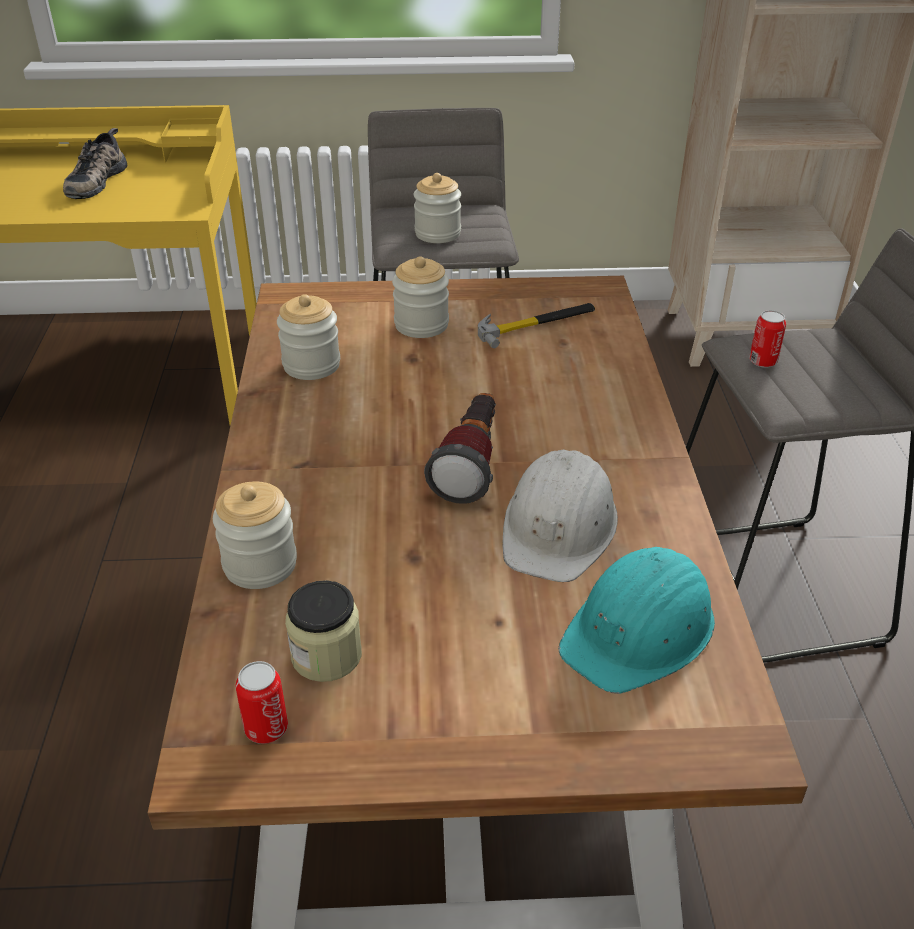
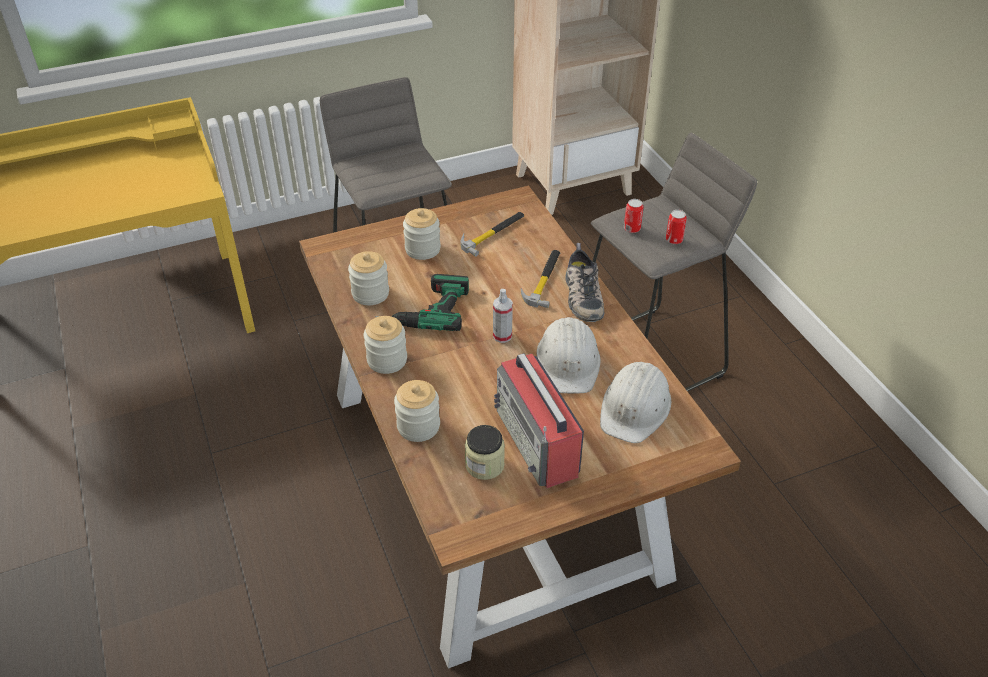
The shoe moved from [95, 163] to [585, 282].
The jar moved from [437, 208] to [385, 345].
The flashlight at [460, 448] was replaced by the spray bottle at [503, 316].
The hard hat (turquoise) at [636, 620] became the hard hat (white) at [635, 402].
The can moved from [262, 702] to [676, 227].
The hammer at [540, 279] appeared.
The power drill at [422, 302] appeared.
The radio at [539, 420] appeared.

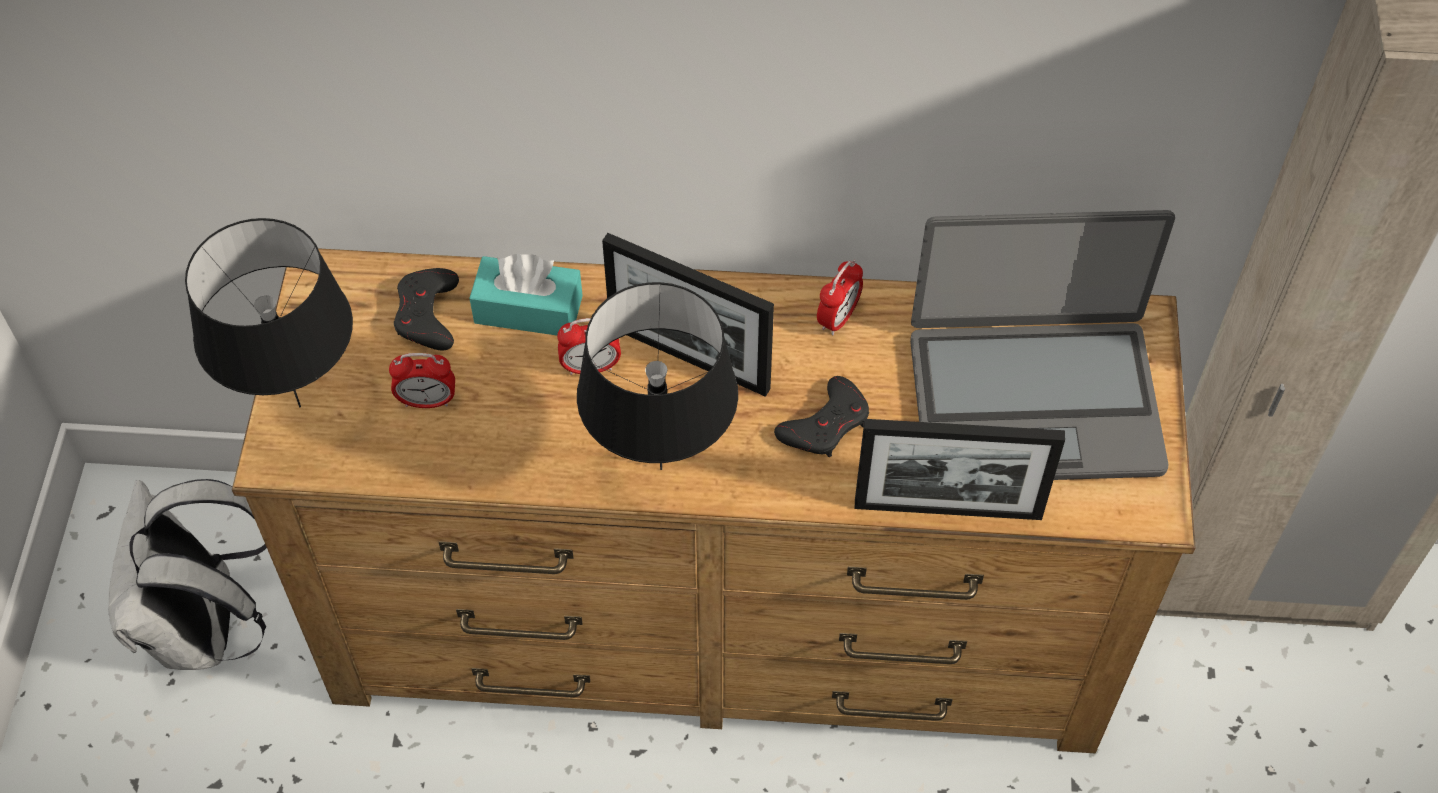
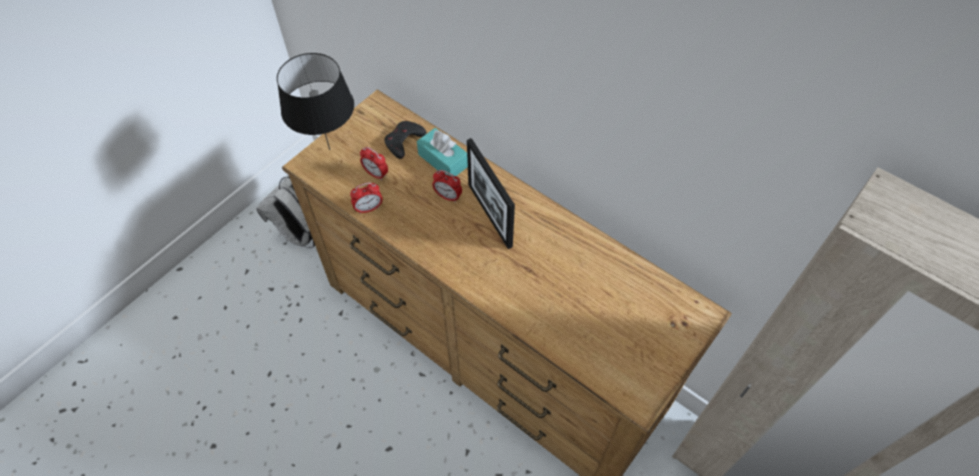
The laptop at [1042, 345] disappeared.
The alarm clock moved from [840, 297] to [366, 198].
The table lamp (black) at [657, 376] disappeared.
The game controller (black) at [821, 416] disappeared.
The picture frame at [960, 469] disappeared.

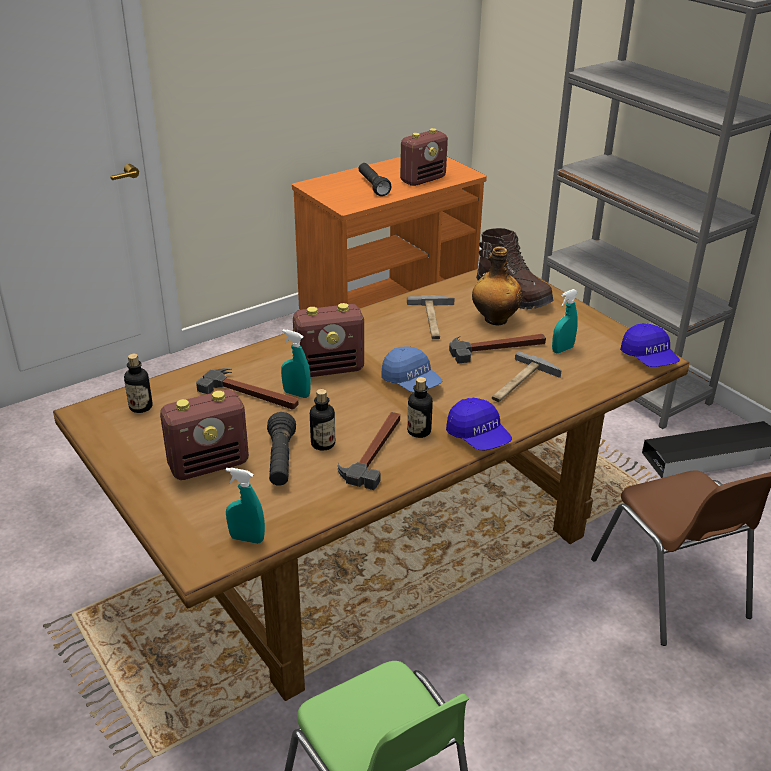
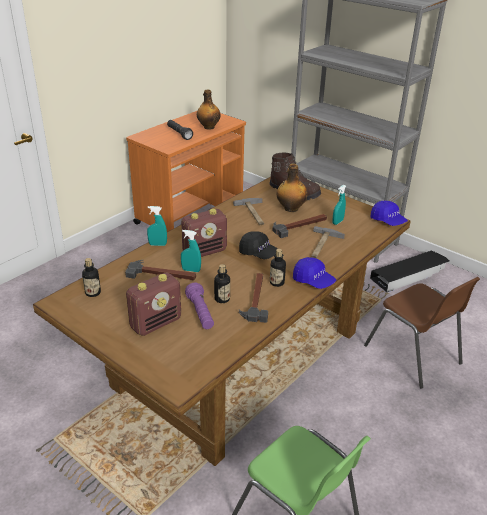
The radio at [424, 157] was replaced by the bottle at [209, 110].
The cap (blue) at [411, 369] became the cap (black) at [258, 245].
The flashlight (black) at [281, 449] became the flashlight (purple) at [199, 305].
The spray bottle (turquoise) moved from [245, 506] to [157, 226].

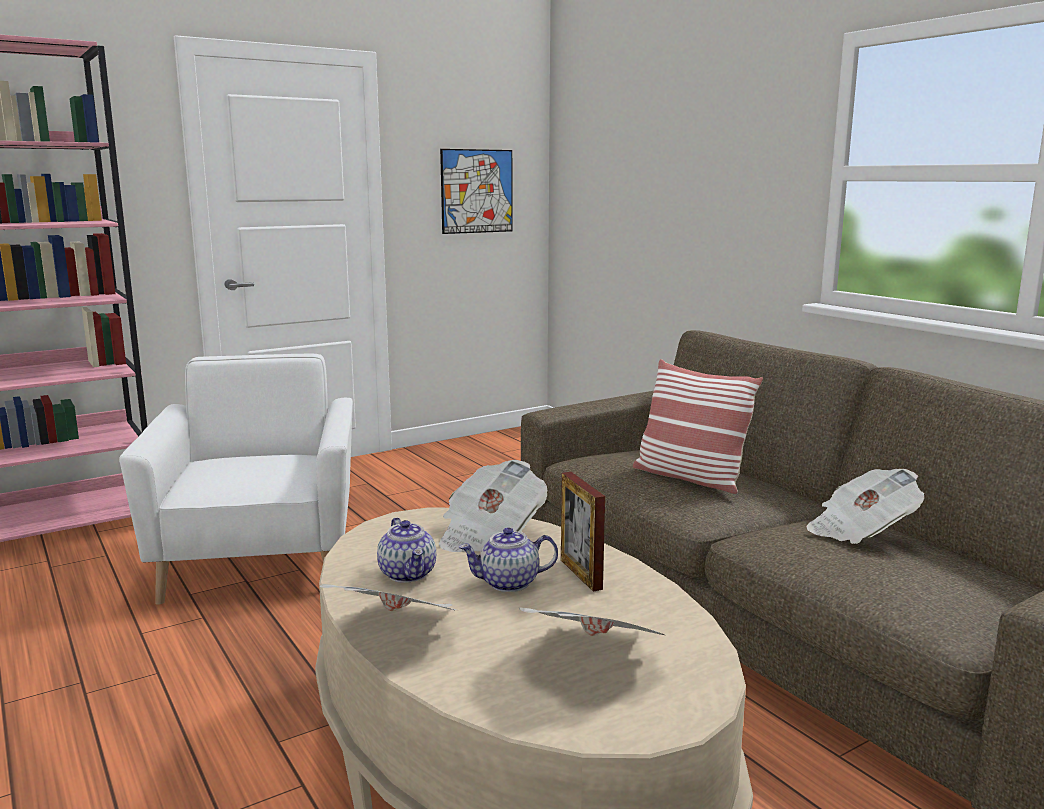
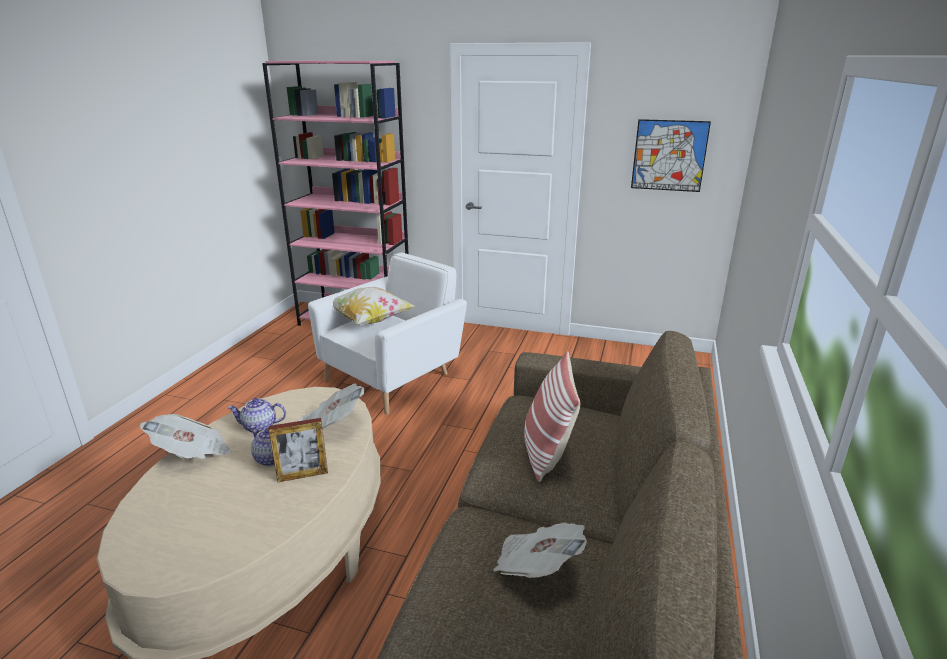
The picture frame at [583, 532] turned 135 degrees counterclockwise.
The teapot at [406, 550] turned 60 degrees clockwise.
The newspaper at [592, 621] disappeared.
The pillow at [374, 306] appeared.

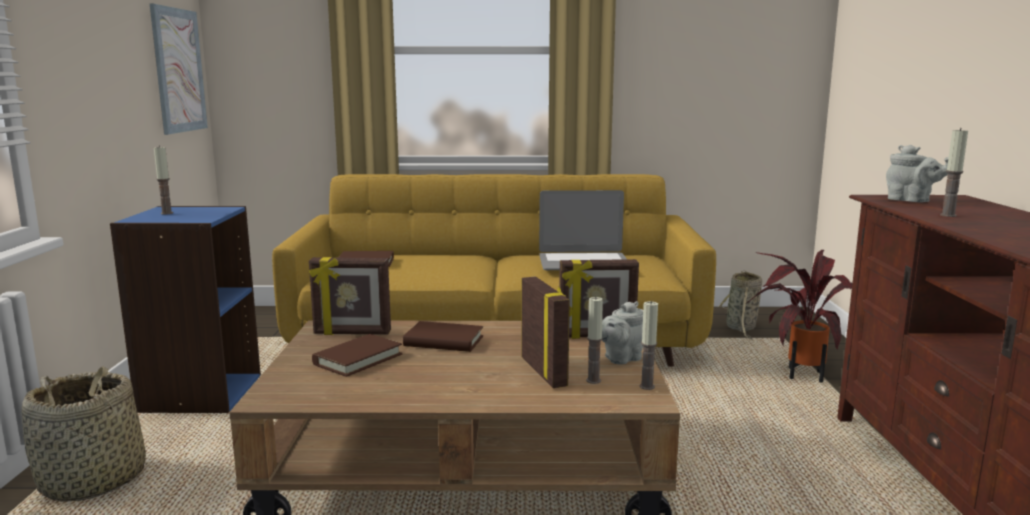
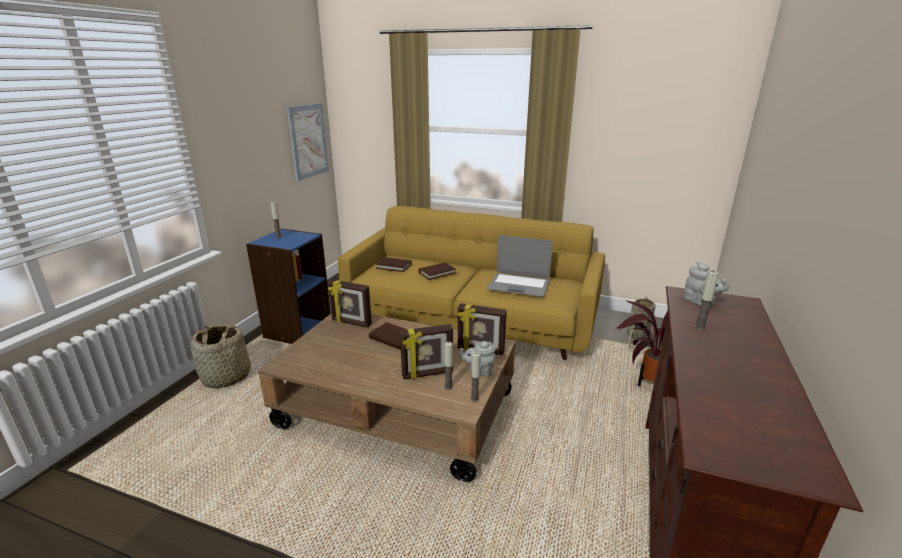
The picture frame at [547, 332] turned 75 degrees clockwise.
The book (brown) moved from [357, 355] to [437, 271].

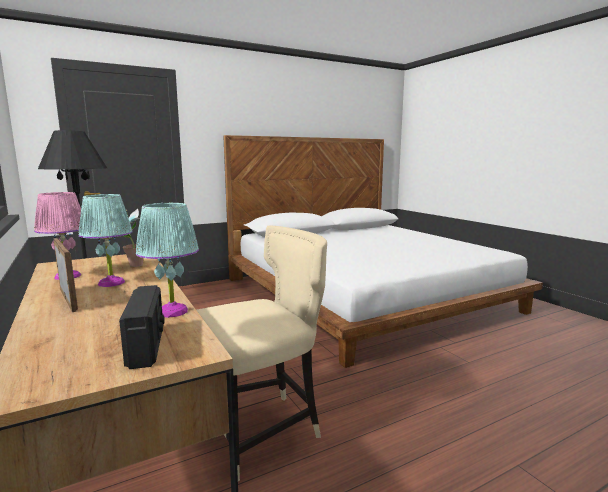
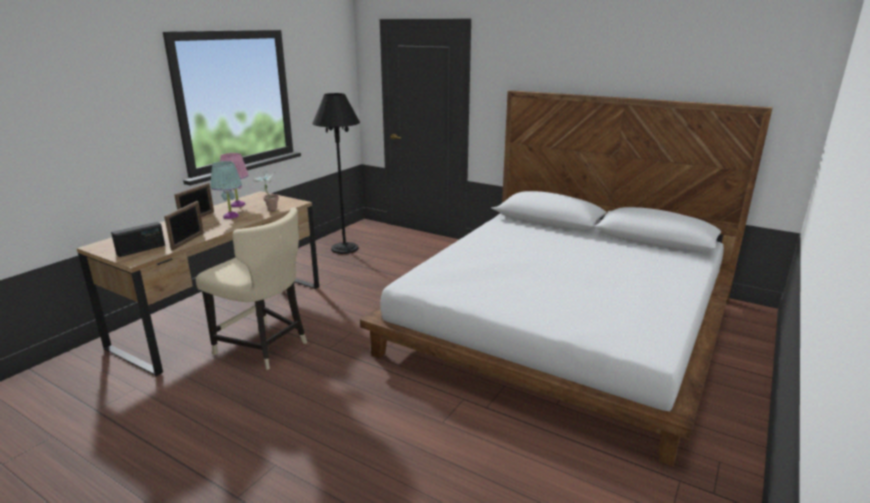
The table lamp (turquoise) at [167, 260] was replaced by the picture frame at [184, 225].

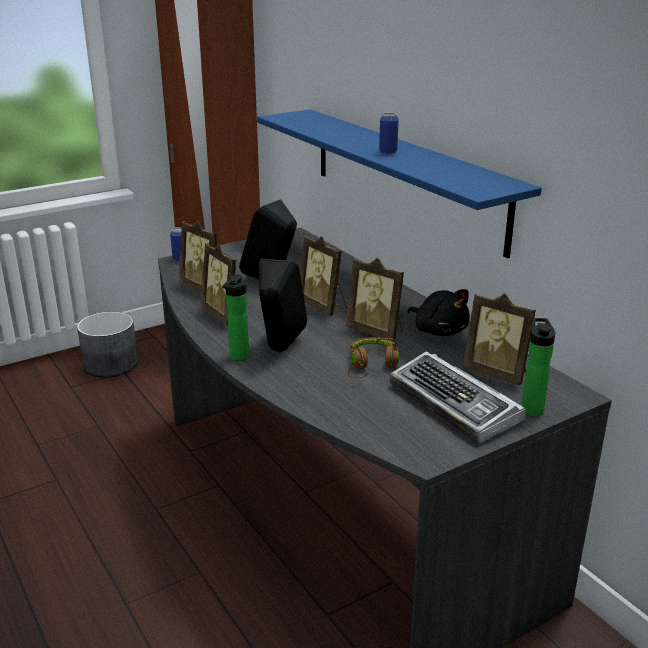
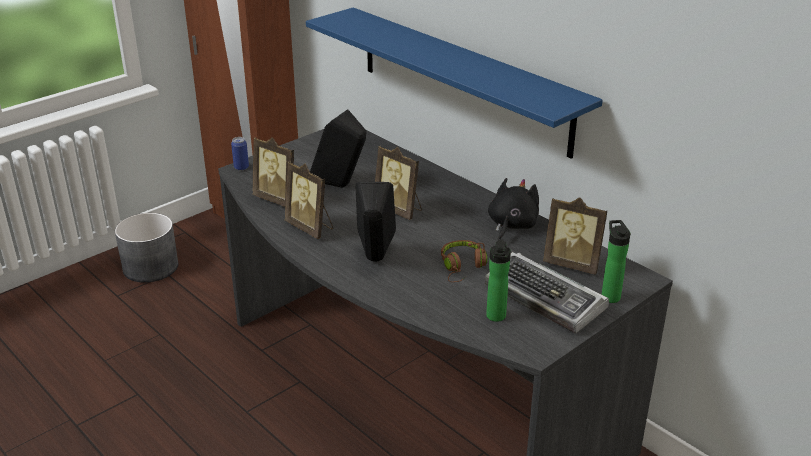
The can at [389, 133] disappeared.
The picture frame at [375, 300] disappeared.
The bottle moved from [235, 317] to [498, 280].
The plush toy (black) at [438, 312] turned 105 degrees counterclockwise.

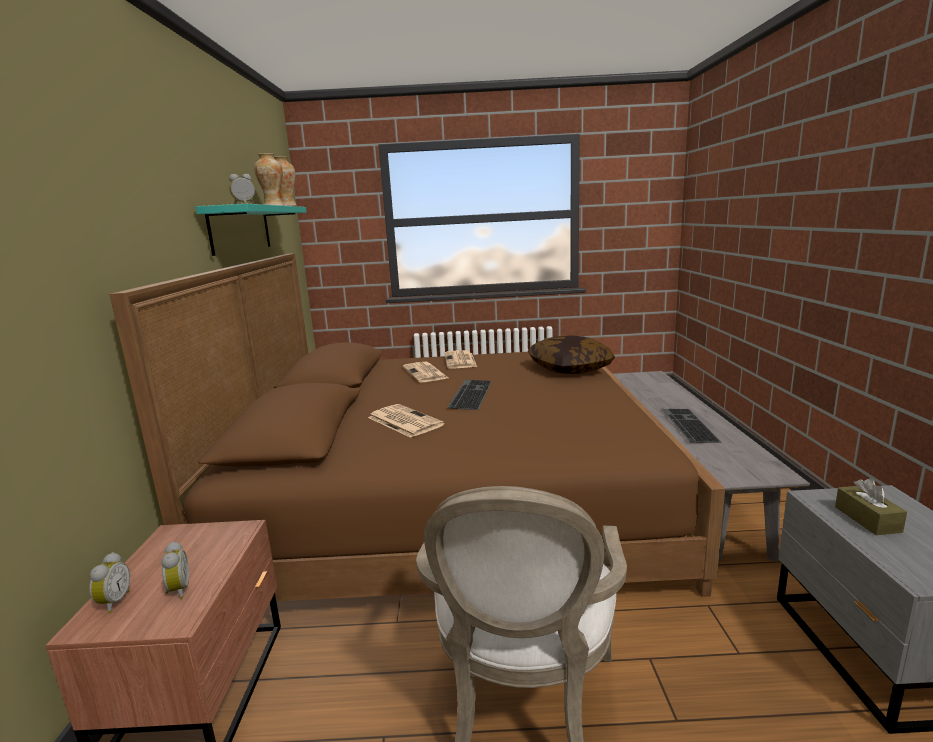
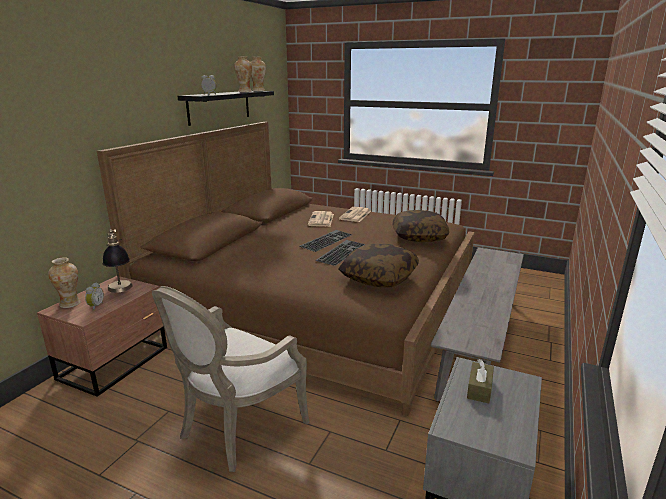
The shelf (turquoise) at [251, 230] became the shelf (black) at [225, 108].
The newspaper at [406, 421] disappeared.
The keyboard moved from [691, 426] to [340, 253].
The alarm clock at [109, 583] was replaced by the vase at [64, 282].
The table lamp at [118, 261] appeared.
The pillow at [379, 265] appeared.

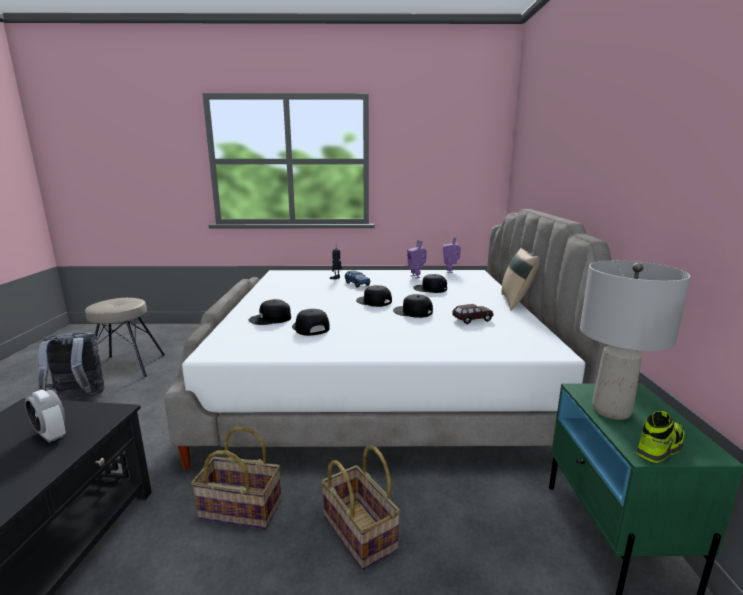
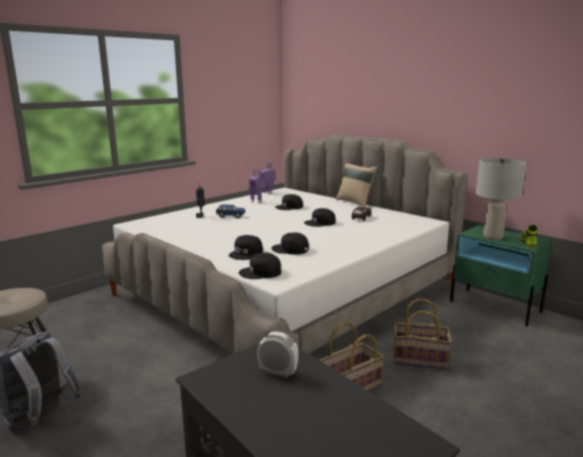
The cap (black) moved from [374, 296] to [260, 266].
The alarm clock at [45, 416] turned 150 degrees counterclockwise.

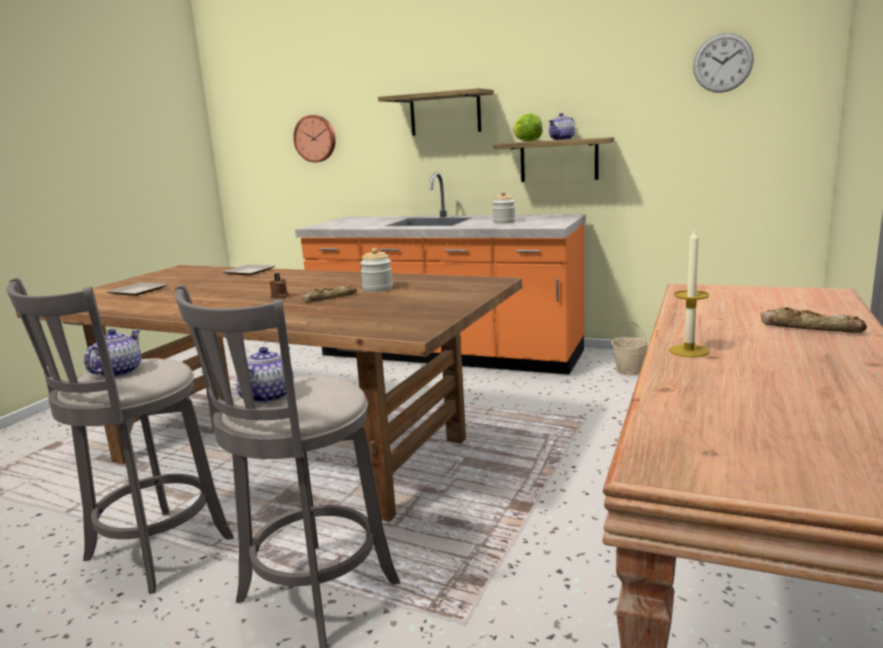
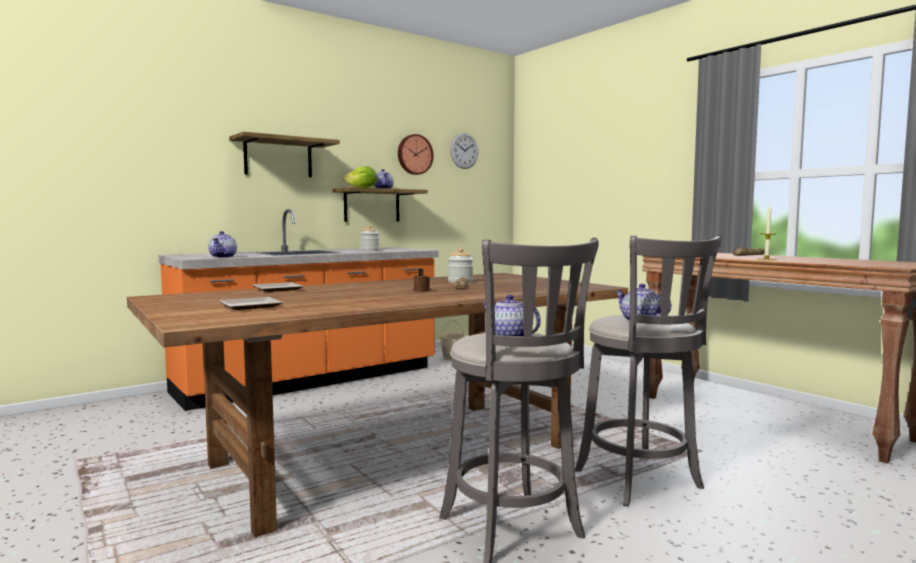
The wall clock moved from [314, 138] to [416, 154].
The teapot at [222, 244] appeared.

